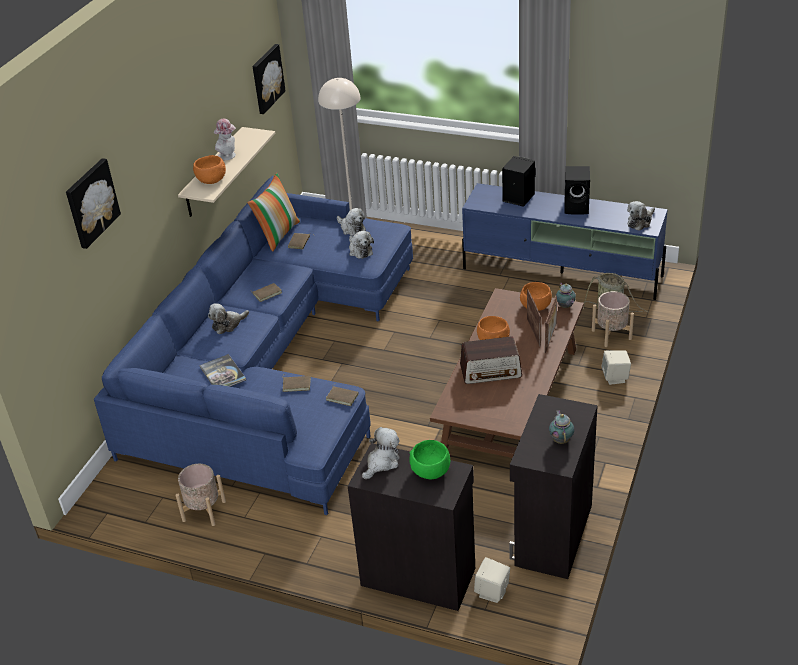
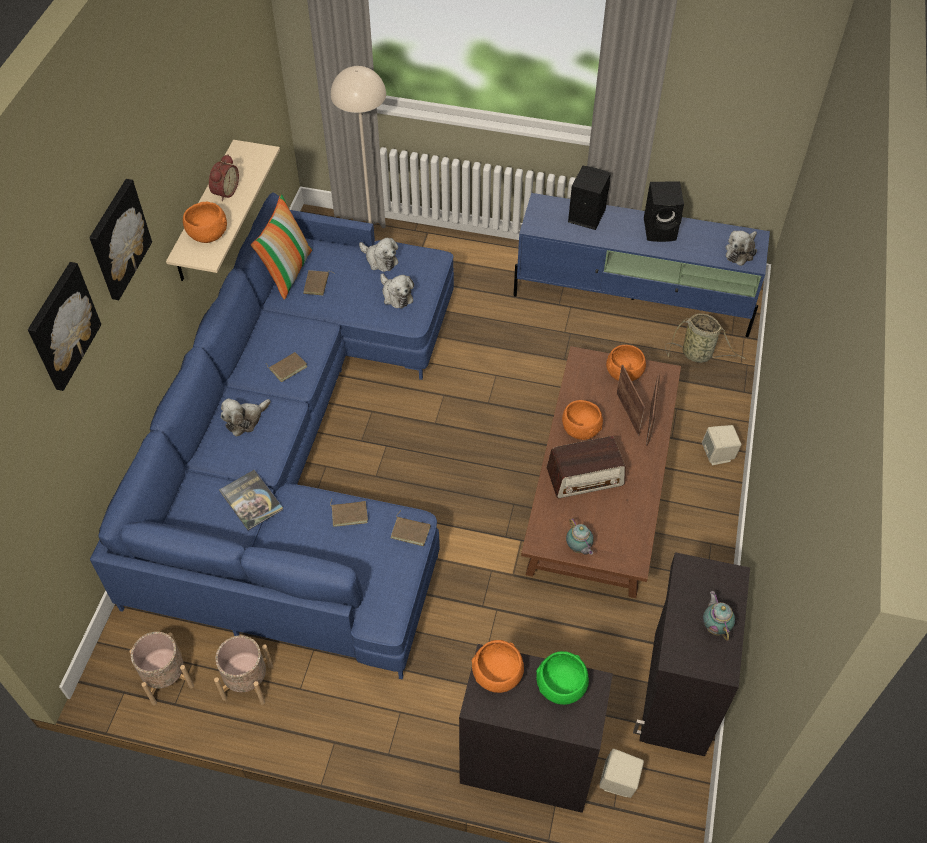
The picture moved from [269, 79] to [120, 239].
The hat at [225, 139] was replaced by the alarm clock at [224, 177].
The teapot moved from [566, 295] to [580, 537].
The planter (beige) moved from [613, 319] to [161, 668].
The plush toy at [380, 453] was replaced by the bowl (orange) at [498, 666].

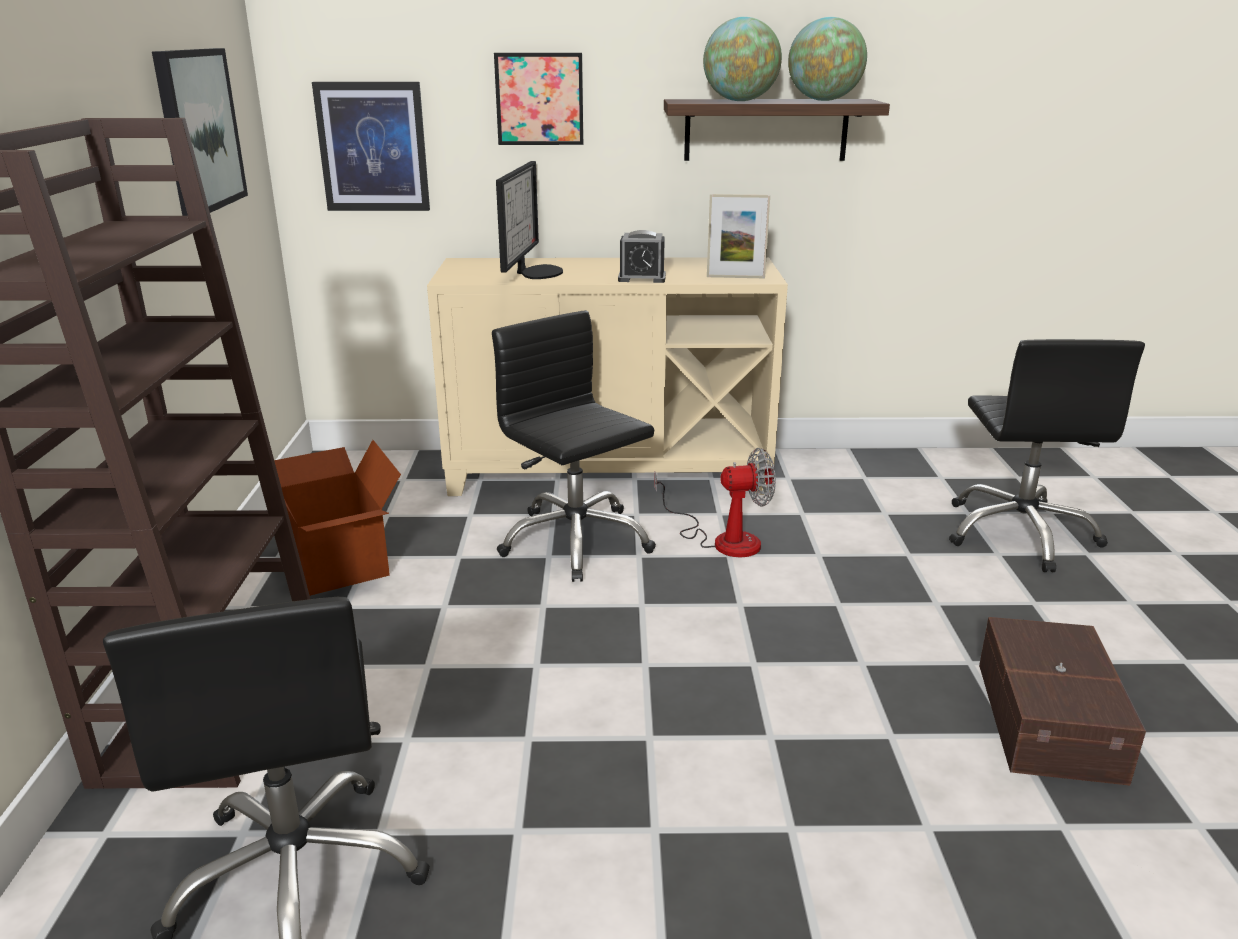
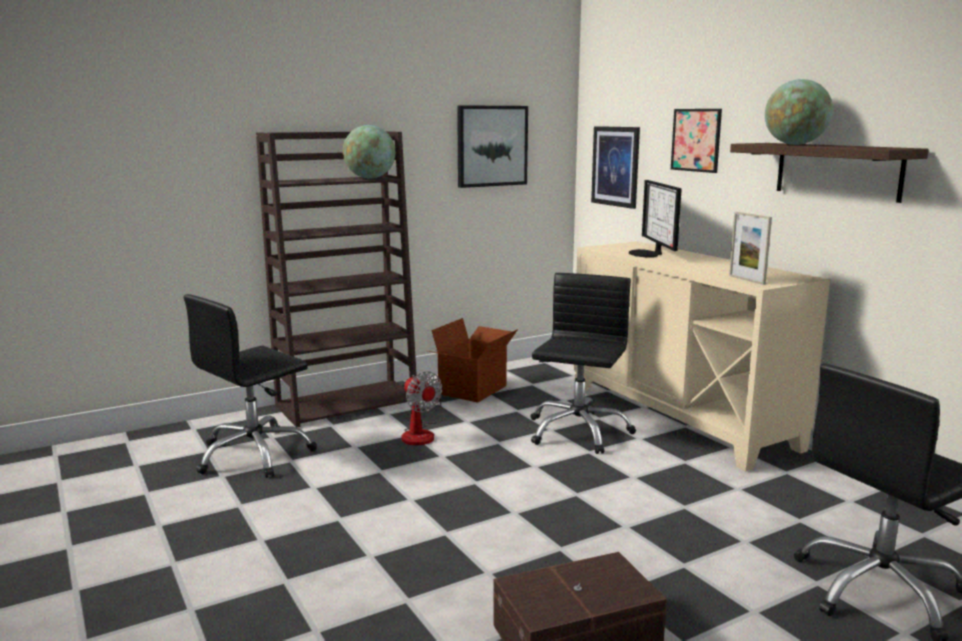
The globe moved from [827, 59] to [369, 151].
The monitor at [529, 220] turned 105 degrees clockwise.
The alarm clock at [642, 256] disappeared.
The fan moved from [715, 502] to [423, 408].

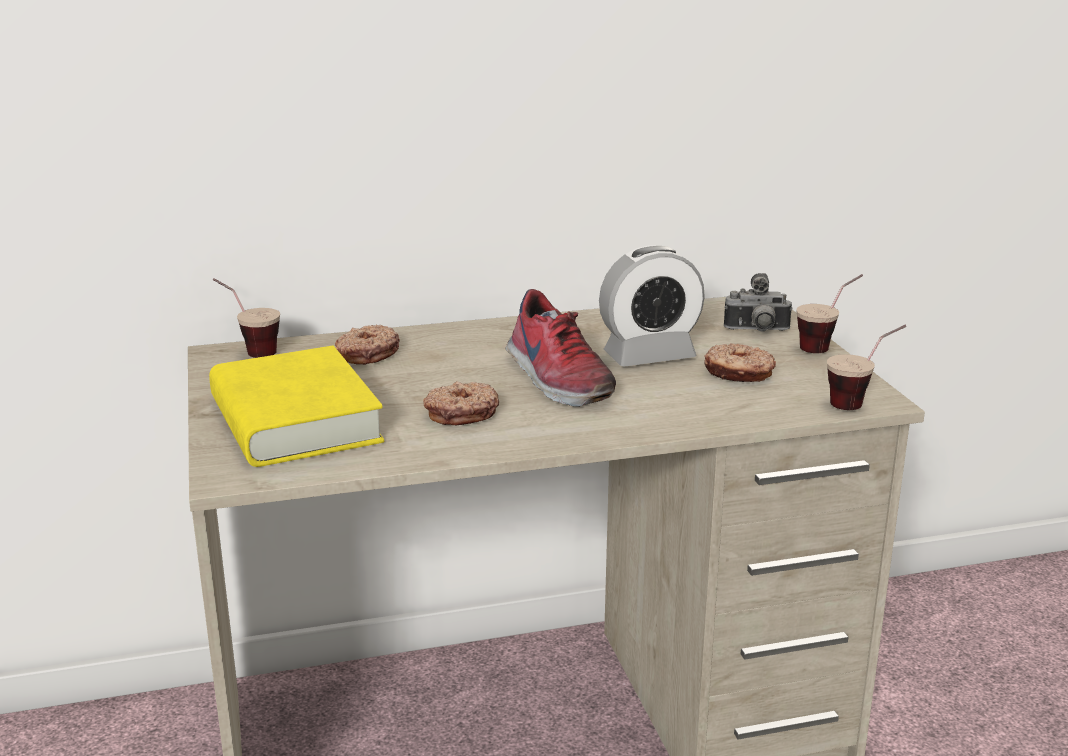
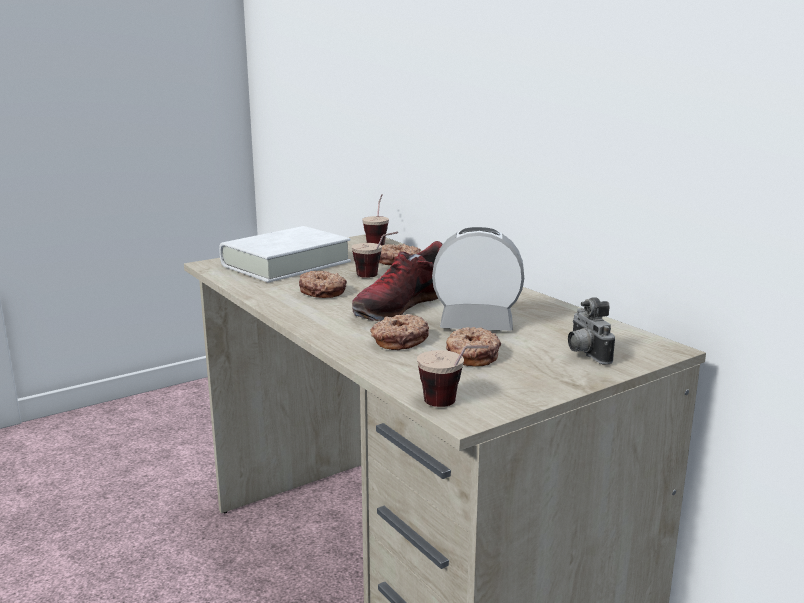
The alarm clock at [652, 306] turned 135 degrees clockwise.
The cup moved from [829, 313] to [374, 255].
The book (yellow) at [296, 406] became the book (white) at [285, 254].
The donut at [399, 332] appeared.

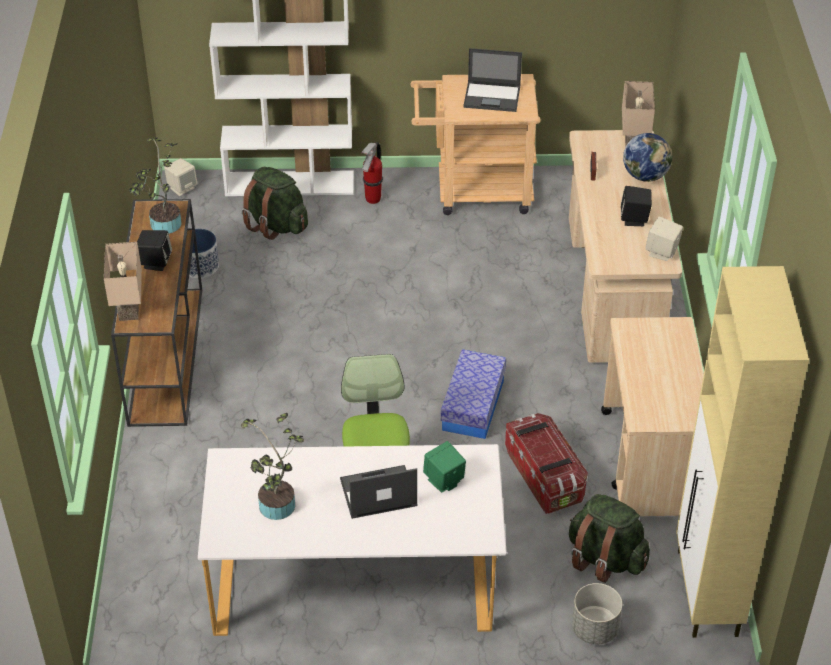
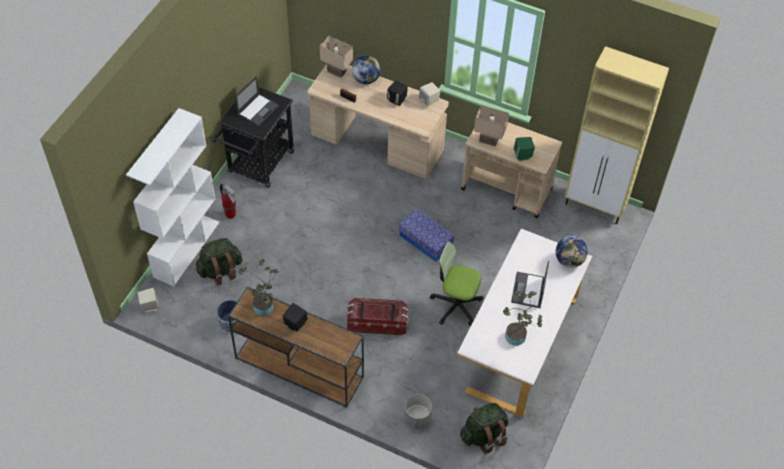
The cart (beige) at [476, 144] became the cart (black) at [253, 137].
The table lamp (beige) moved from [123, 281] to [491, 126].
The storage box moved from [546, 463] to [378, 316].
The speaker (green) moved from [444, 466] to [524, 149].
The backpack (green) moved from [609, 538] to [484, 428].
The planter (grey) moved from [597, 613] to [418, 411].
The globe at [572, 252] appeared.

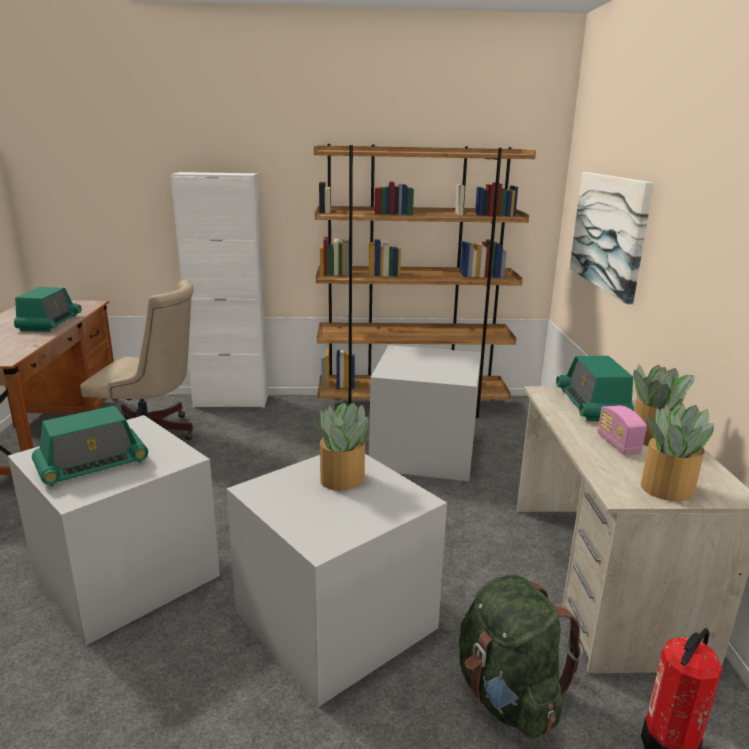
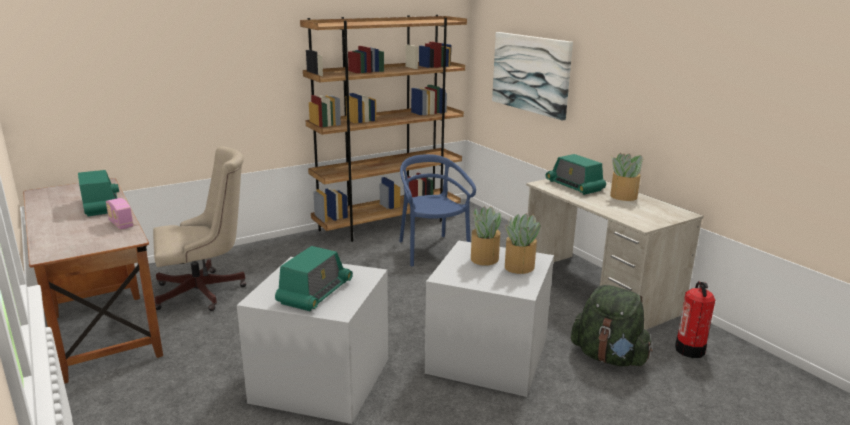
The cabinet (white) at [219, 290] disappeared.
The storage box (grey) at [425, 413] was replaced by the chair (blue) at [437, 210].
The potted plant moved from [677, 452] to [523, 243].
The radio moved from [622, 430] to [120, 213].

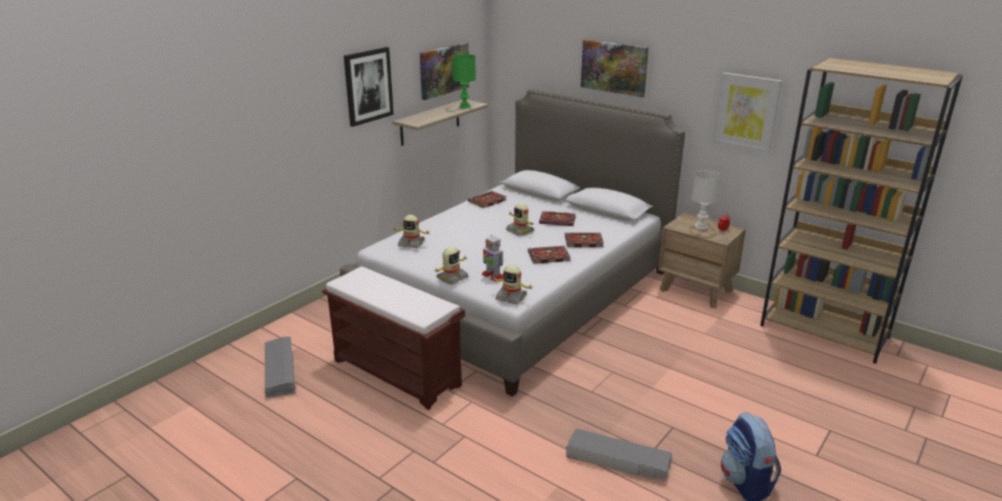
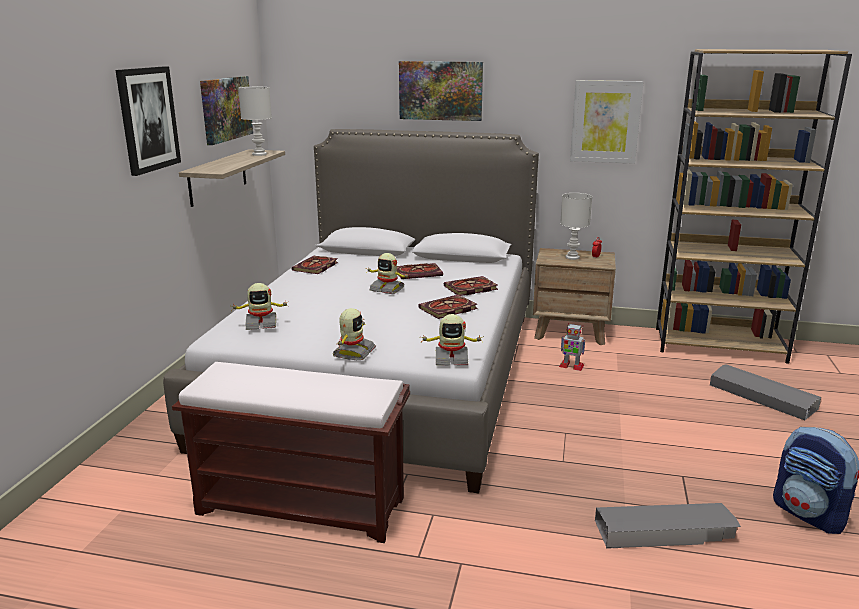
The table lamp (green) at [464, 81] became the table lamp (white) at [255, 121].
The toy robot moved from [492, 258] to [572, 347].
The storage box (grey) moved from [280, 367] to [765, 392].

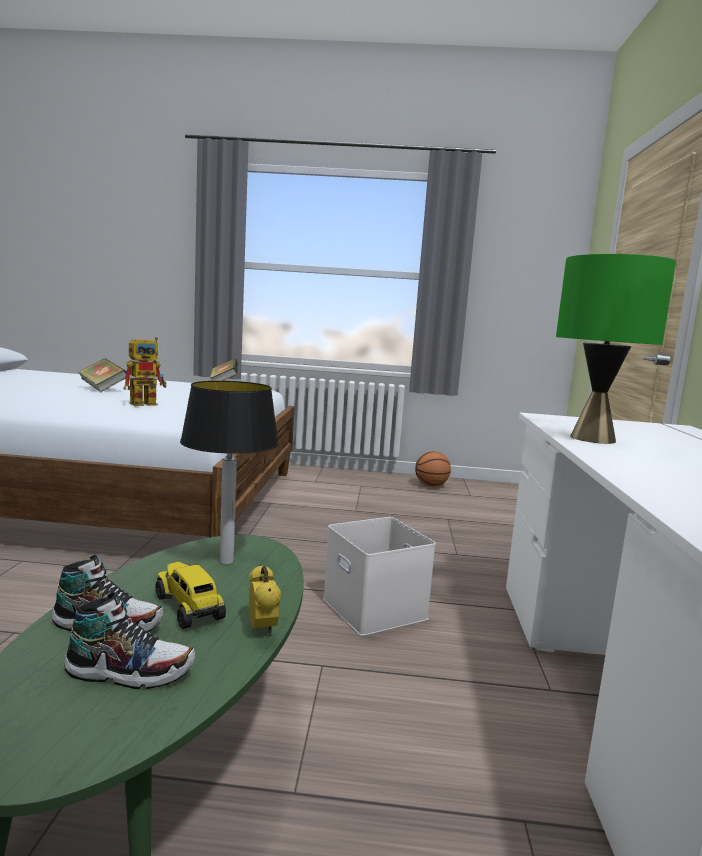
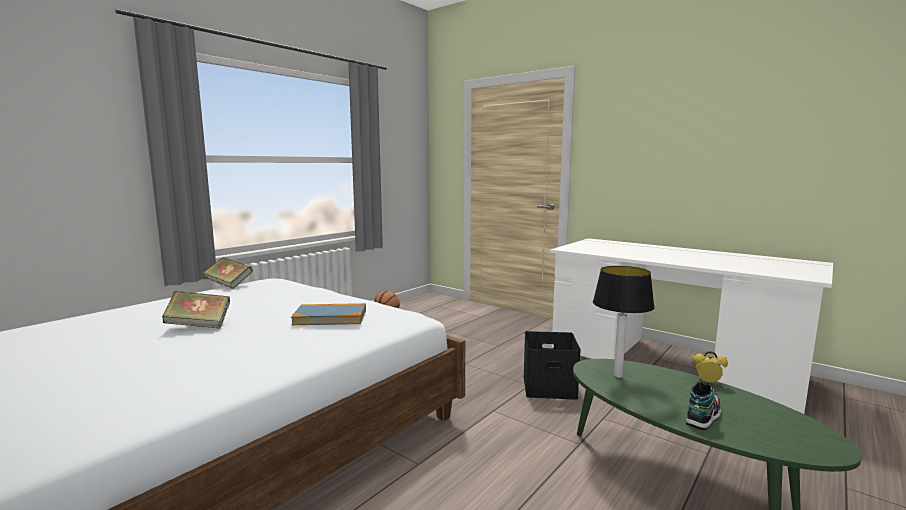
The table lamp (green) at [616, 348] disappeared.
The toy robot at [144, 371] was replaced by the book at [328, 314].
The storage box (white) at [379, 576] became the storage box (black) at [552, 365].
The toy truck at [190, 595] disappeared.
The shoe at [129, 640] disappeared.

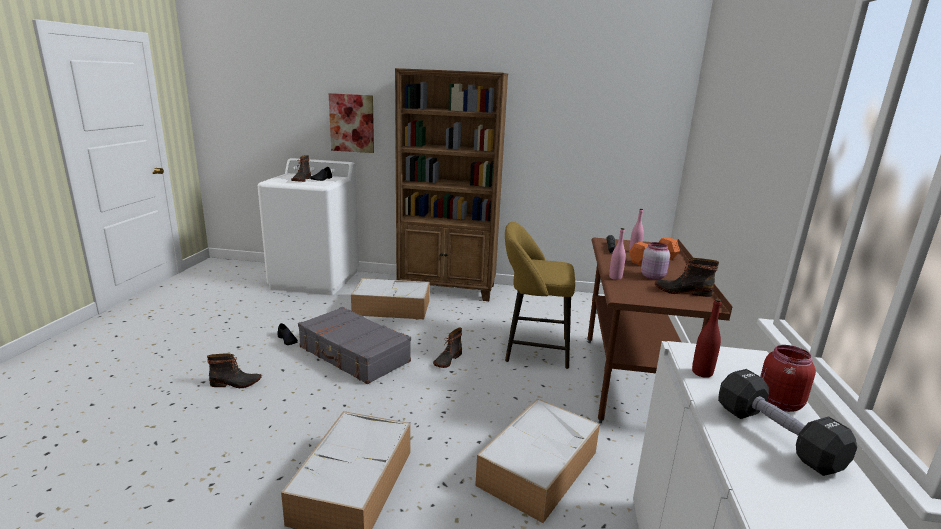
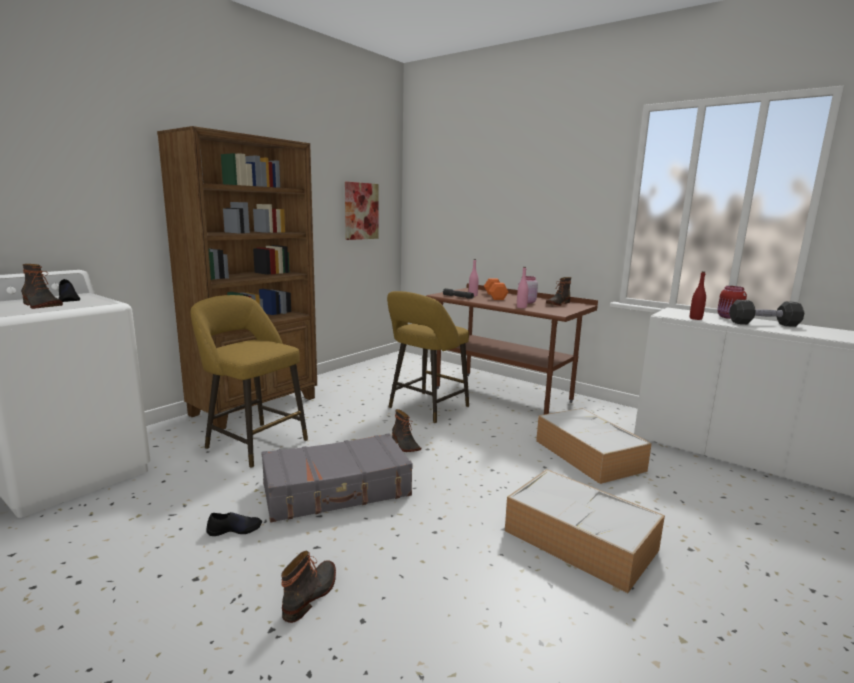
The picture moved from [351, 123] to [362, 211].
The storage box at [390, 298] was replaced by the stool (yellow) at [249, 381].

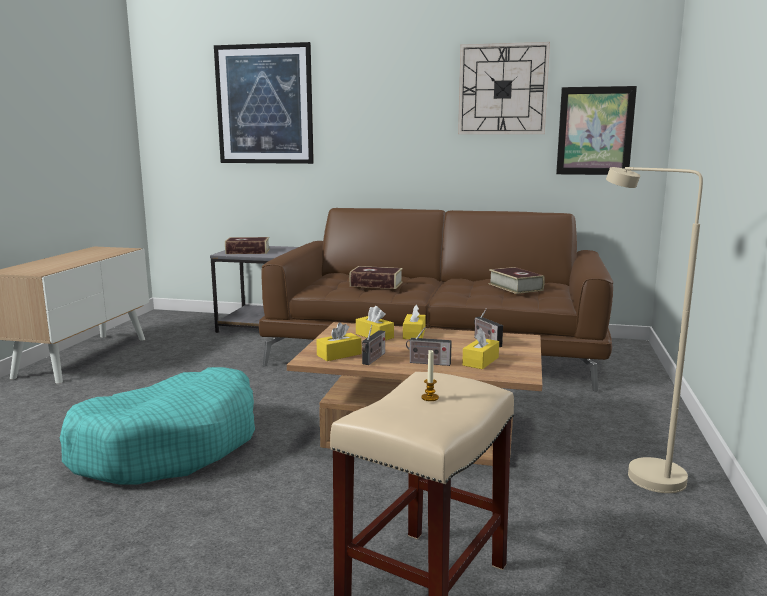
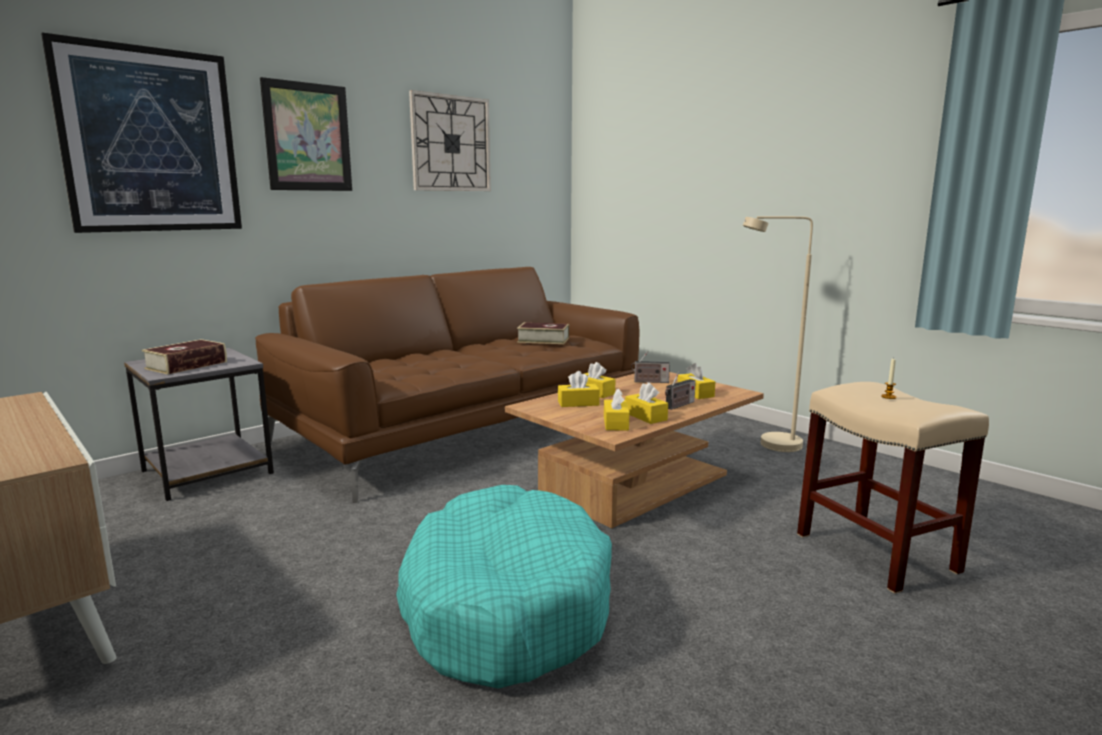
The picture moved from [596, 130] to [306, 134].
The book at [376, 277] disappeared.
The radio at [373, 345] was replaced by the tissue box (yellow) at [646, 403].

